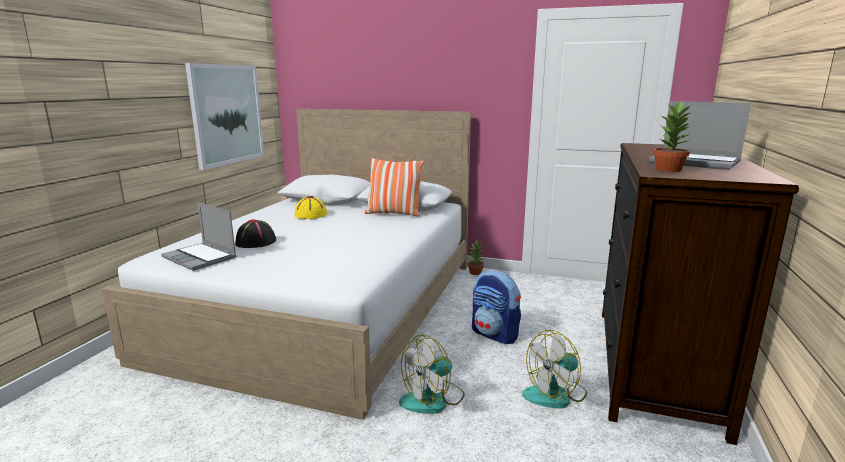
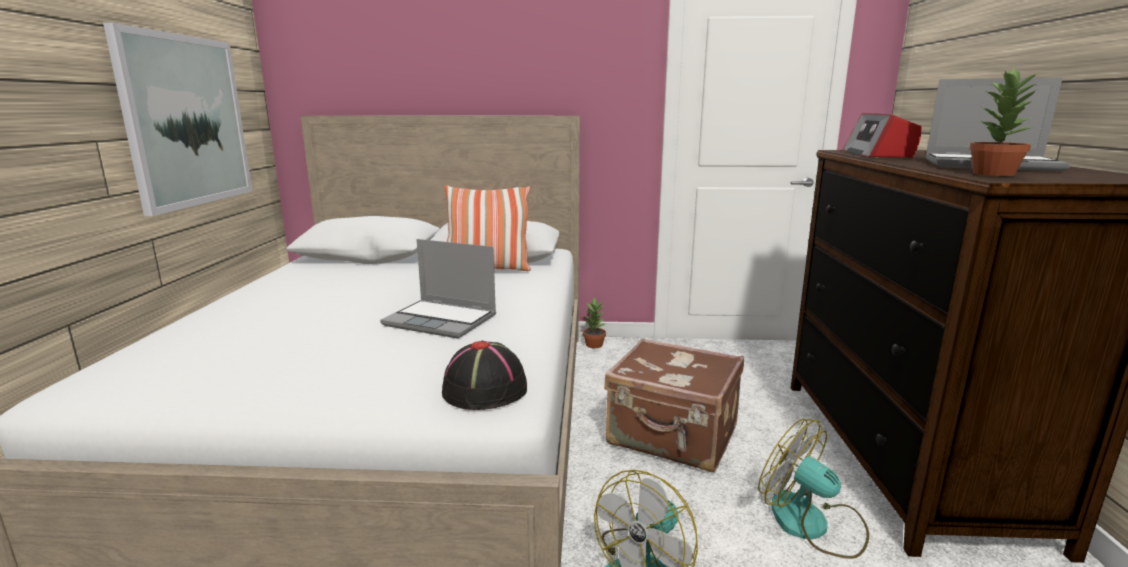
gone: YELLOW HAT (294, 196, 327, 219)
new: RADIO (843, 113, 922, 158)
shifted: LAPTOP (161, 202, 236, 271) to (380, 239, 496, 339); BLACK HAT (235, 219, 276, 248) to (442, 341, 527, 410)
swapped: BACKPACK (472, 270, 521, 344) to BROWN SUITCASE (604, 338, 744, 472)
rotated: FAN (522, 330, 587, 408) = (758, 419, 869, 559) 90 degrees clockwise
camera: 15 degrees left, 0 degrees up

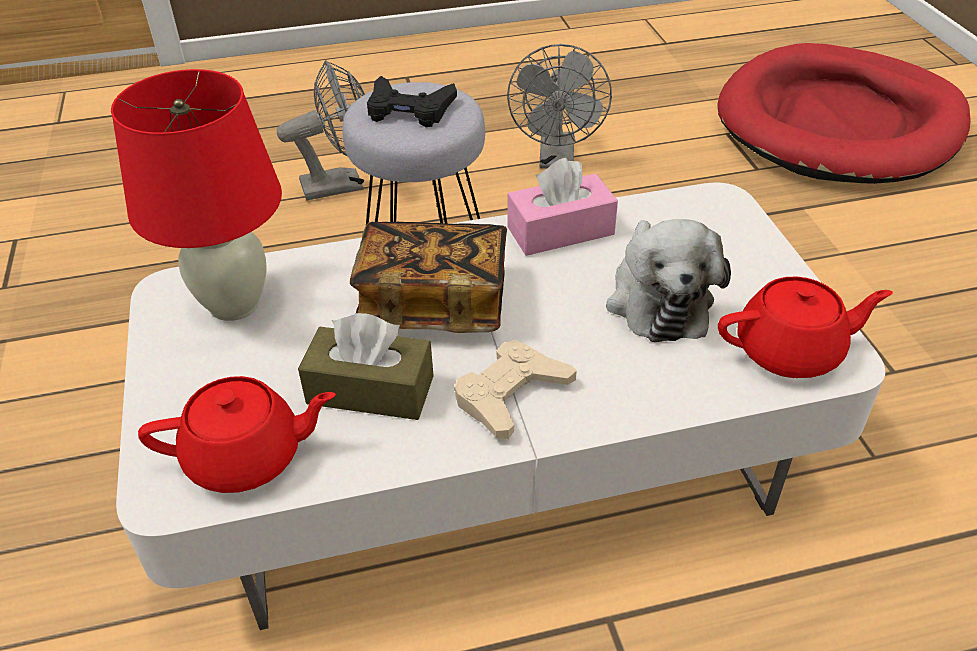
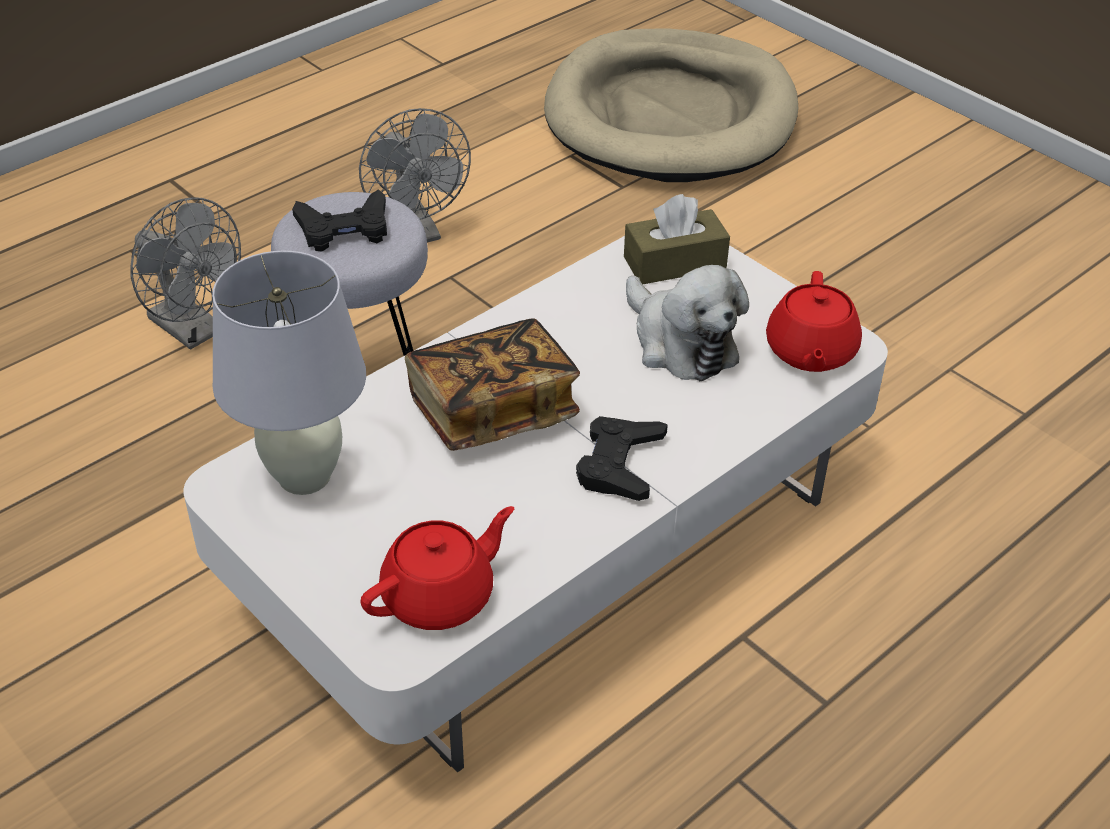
gone: PINK TISSUE BOX (507, 158, 618, 256)
shifted: BROWN TISSUE BOX (298, 313, 434, 420) to (624, 194, 730, 284)
repainted: RED TABLE LAMP (111, 69, 282, 321) to WHITE TABLE LAMP (212, 251, 366, 495); BEIGE GAME CONTROLLER (454, 340, 577, 439) to BLACK GAME CONTROLLER (576, 416, 668, 501); RED DOG BED (717, 43, 971, 184) to BEIGE DOG BED (544, 28, 798, 182)
rotated: GREY FAN (277, 60, 365, 200) = (131, 197, 241, 350) 90 degrees clockwise; RED TEAPOT (718, 277, 893, 378) = (766, 271, 862, 372) 135 degrees clockwise
camera: 30 degrees left, 0 degrees up

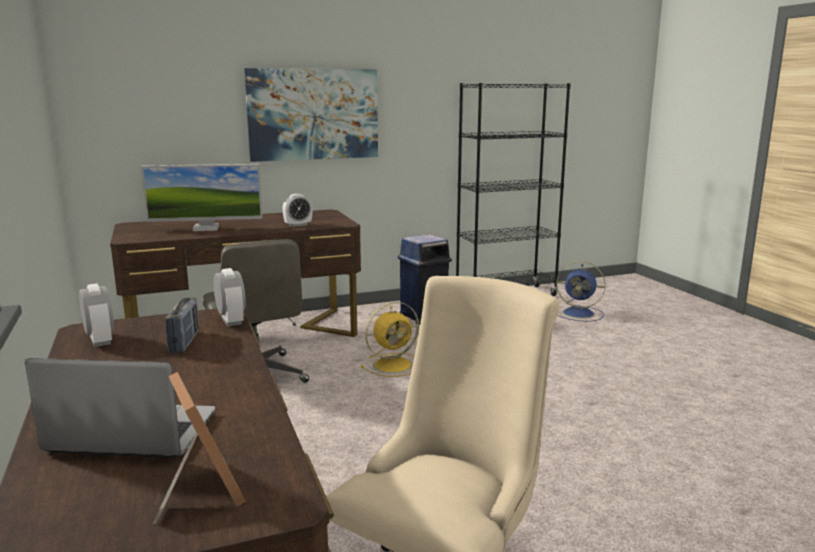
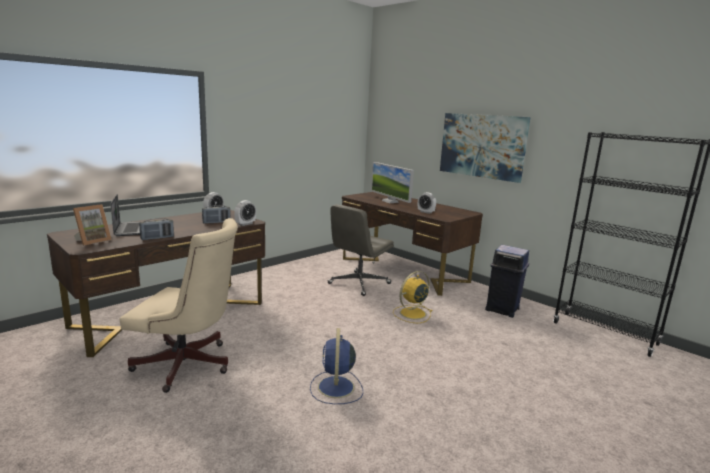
new: RADIO (139, 218, 174, 240)
shifted: BLUE FAN (556, 261, 606, 322) to (310, 328, 363, 404)
rotated: YELLOW FAN (361, 302, 419, 377) = (393, 271, 432, 323) 105 degrees clockwise
camera: 65 degrees right, 0 degrees up

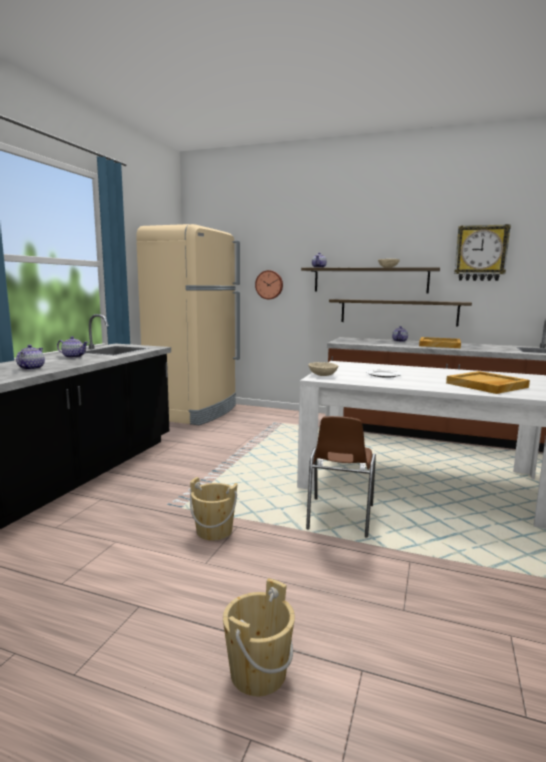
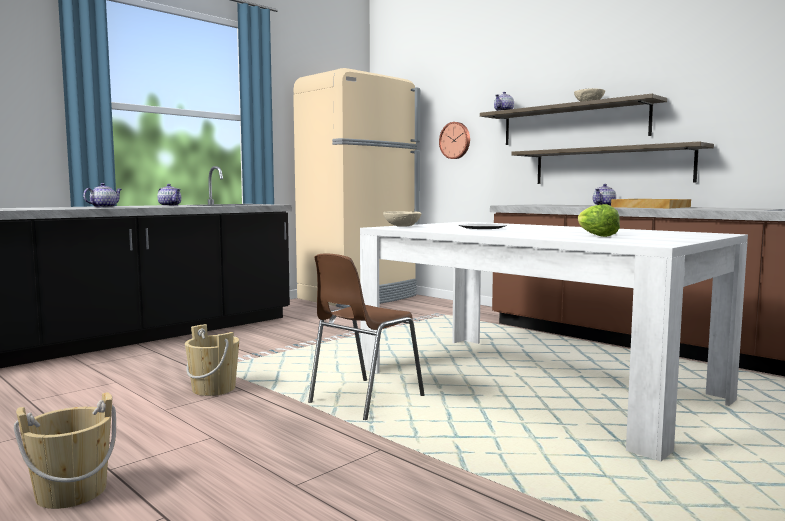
gone: WALL CLOCK (454, 224, 511, 281)
swapped: BEIGE TRAY (446, 371, 530, 394) to LETTUCE (578, 204, 620, 237)
camera: 25 degrees right, 5 degrees down

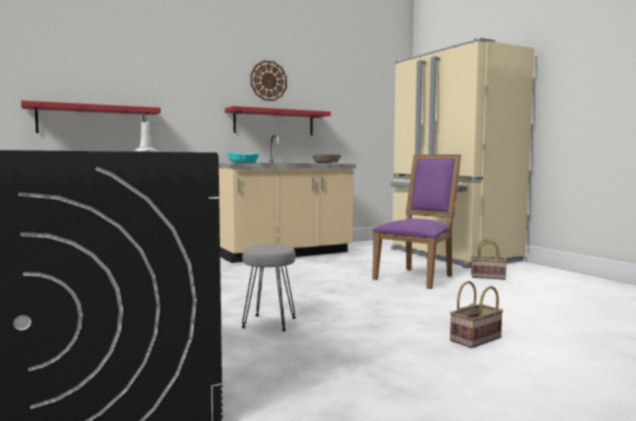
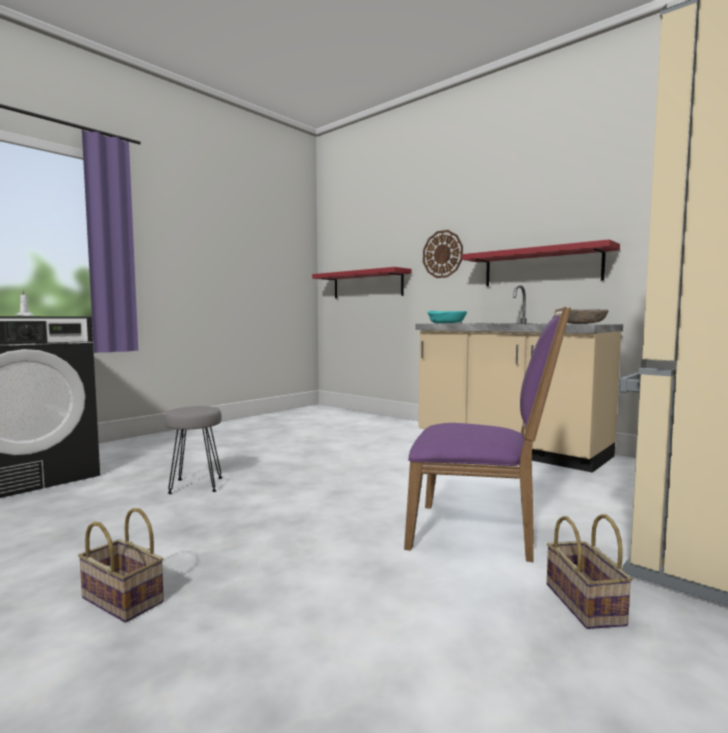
shifted: WALL CLOCK (250, 60, 287, 101) to (423, 230, 463, 278)
camera: 70 degrees right, 0 degrees up

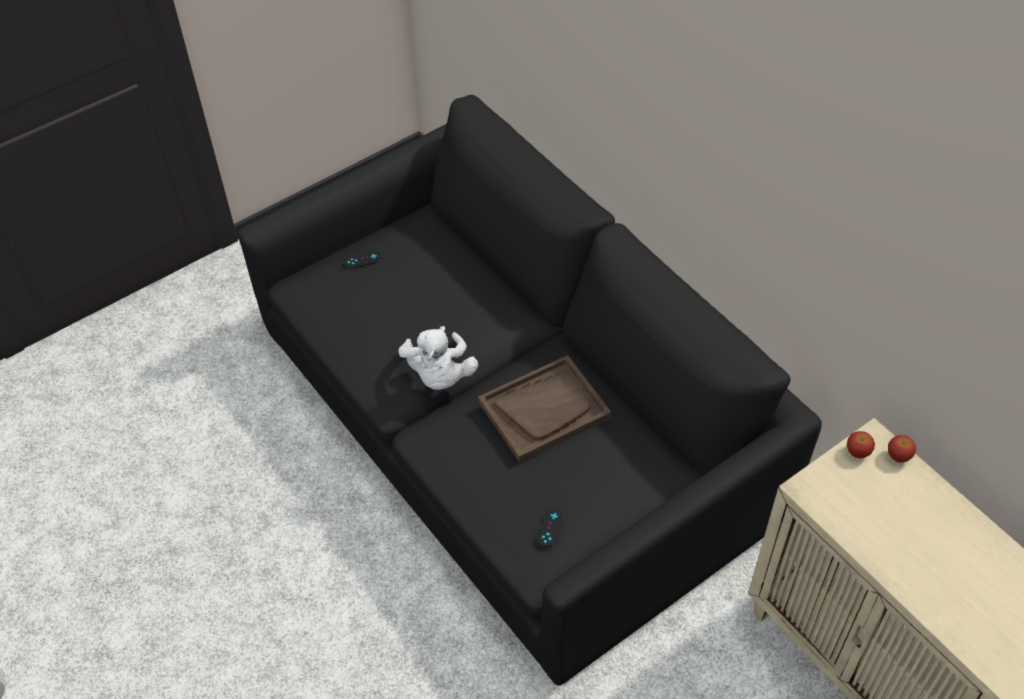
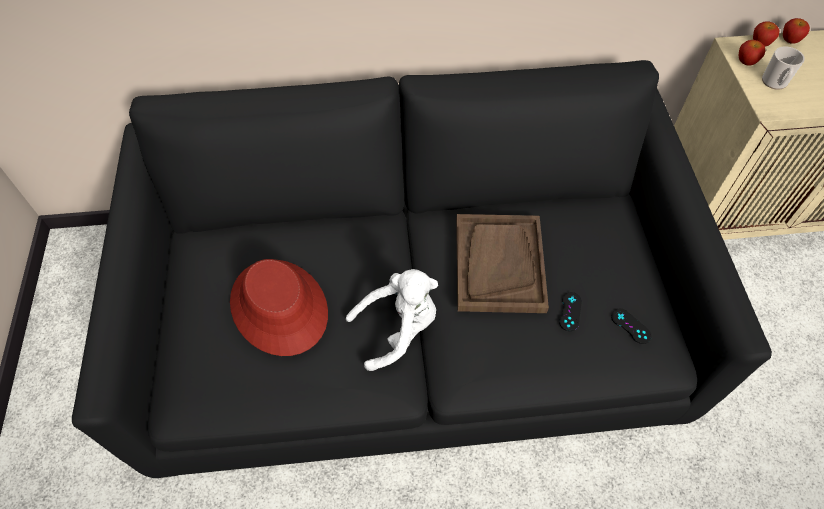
new: RED HAT (230, 259, 328, 356); MUG (762, 46, 805, 90); APPLE (783, 18, 810, 44)
shifted: BLACK GAME CONTROLLER (345, 251, 382, 268) to (559, 292, 582, 331)
rotated: WHITE PLUSH TOY (398, 326, 478, 390) = (346, 269, 438, 371) 45 degrees counterclockwise
camera: 60 degrees left, 5 degrees up

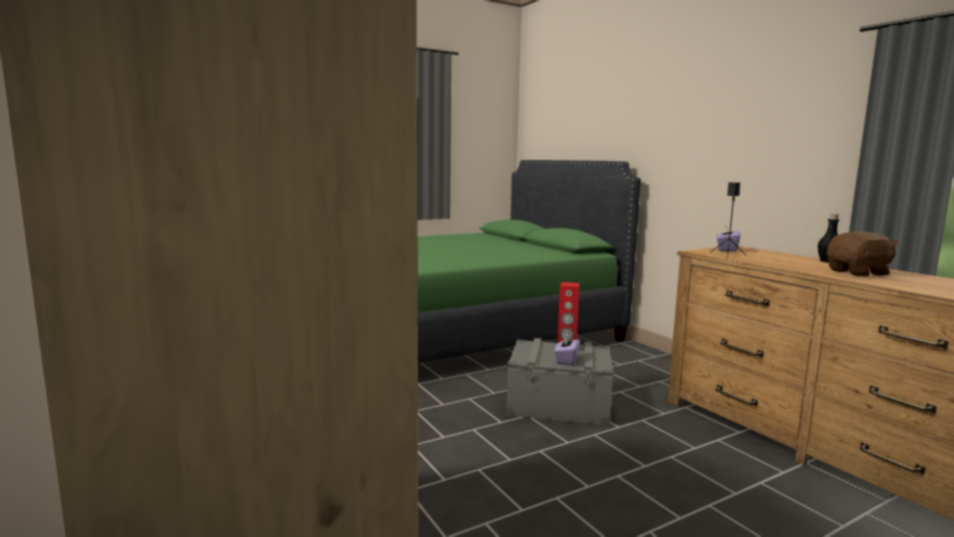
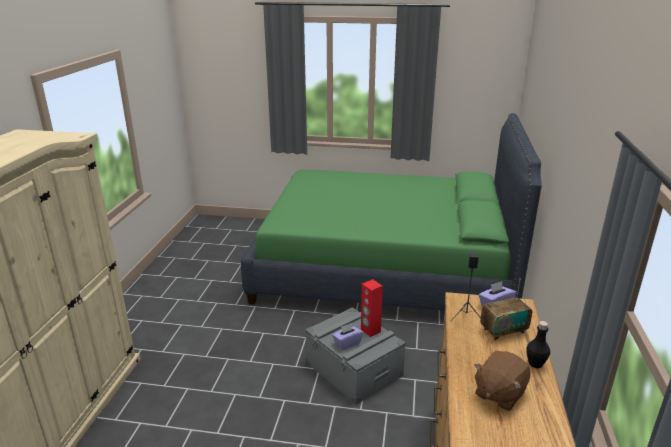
new: RADIO (480, 279, 532, 341)
rotated: BROWN PLUSH TOY (827, 231, 899, 277) = (474, 351, 530, 411) 105 degrees clockwise
camera: 40 degrees right, 15 degrees up

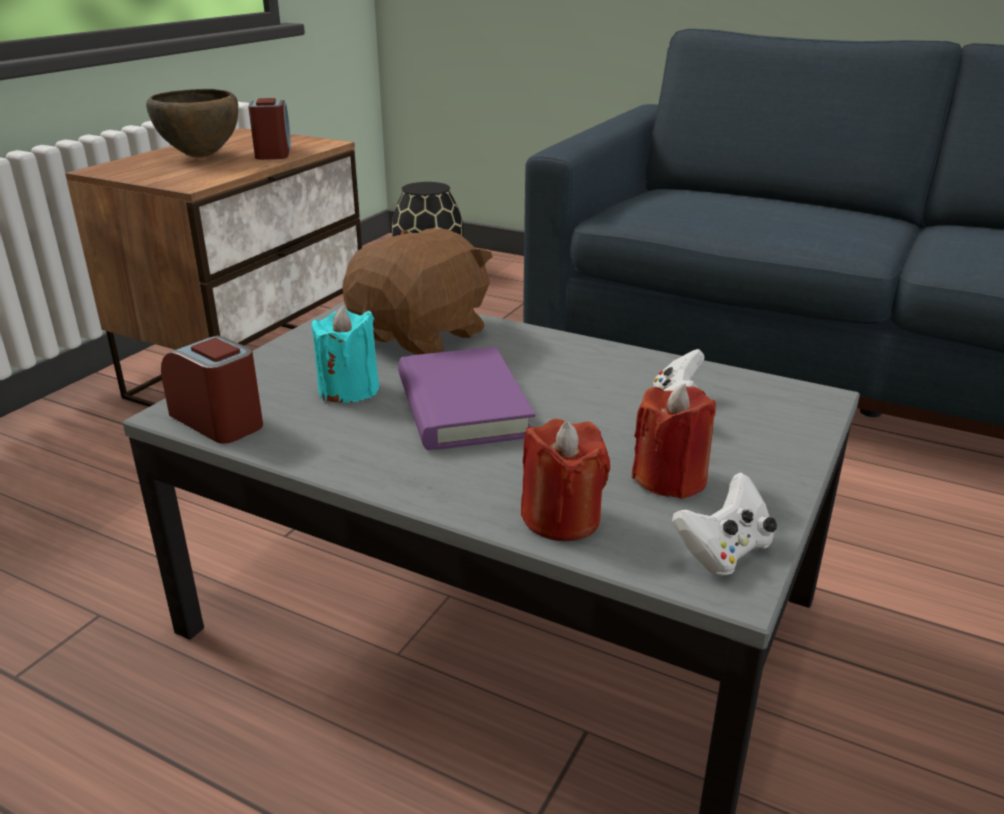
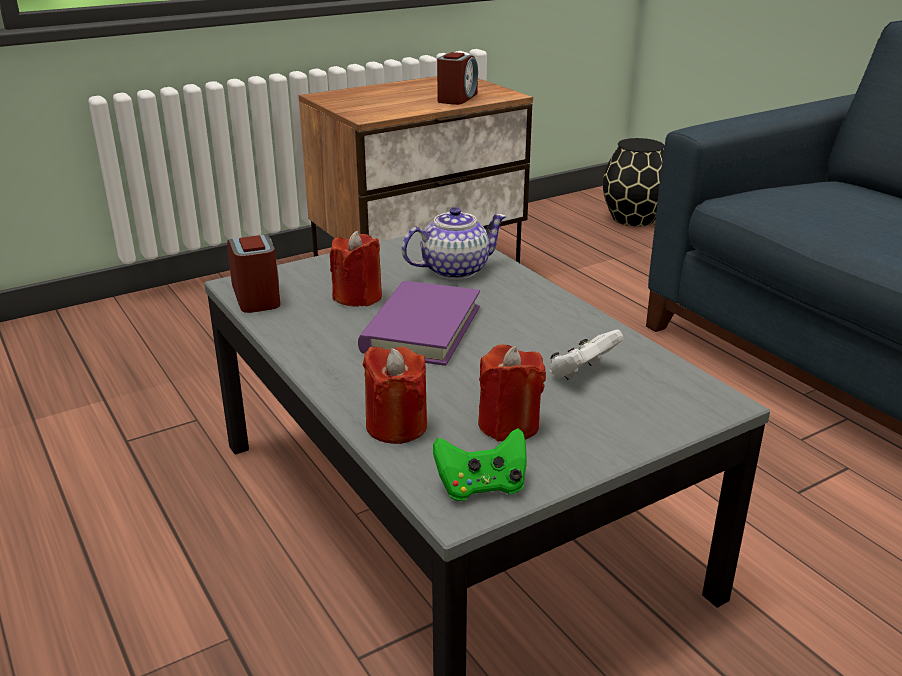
gone: BROWN BOWL (146, 89, 238, 158)
swapped: BROWN PLUSH TOY (342, 228, 493, 355) to TEAPOT (402, 207, 507, 280)
repainted: TURQUOISE CANDLE (312, 305, 379, 403) to RED CANDLE (330, 230, 382, 307); WHITE GAME CONTROLLER (672, 472, 777, 576) to GREEN GAME CONTROLLER (433, 428, 527, 501)
camera: 30 degrees right, 0 degrees up

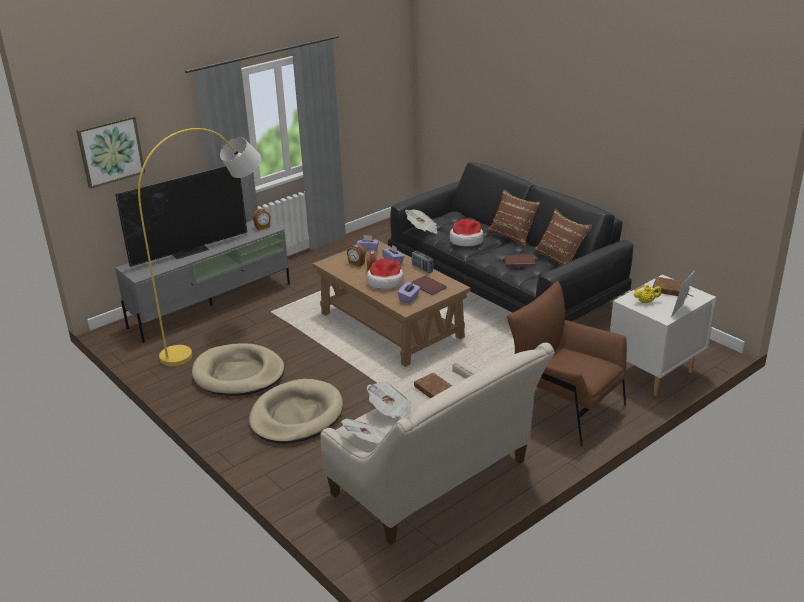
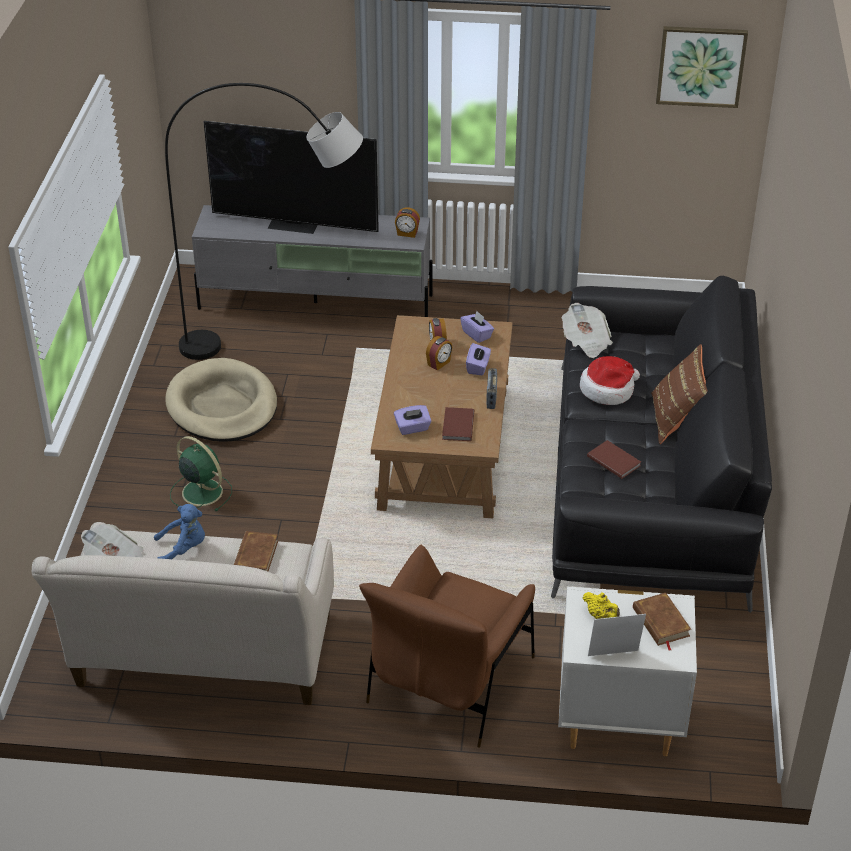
gone: HAT (367, 259, 404, 289); BROWN PILLOW (533, 208, 592, 266)
shifted: PICTURE (76, 116, 145, 189) to (656, 26, 748, 108)
swapped: BEIGE DOG BED (249, 379, 343, 444) to GREEN FAN (170, 436, 232, 512); NEWSPAPER (367, 382, 411, 419) to BLUE PLUSH TOY (154, 504, 205, 559)
repainted: YELLOW FLOOR LAMP (138, 128, 261, 366) to BLACK FLOOR LAMP (165, 83, 363, 360)
rotated: BROWN ARMCHAIR (507, 281, 627, 446) = (359, 545, 535, 748) 150 degrees counterclockwise
camera: 45 degrees right, 10 degrees up

